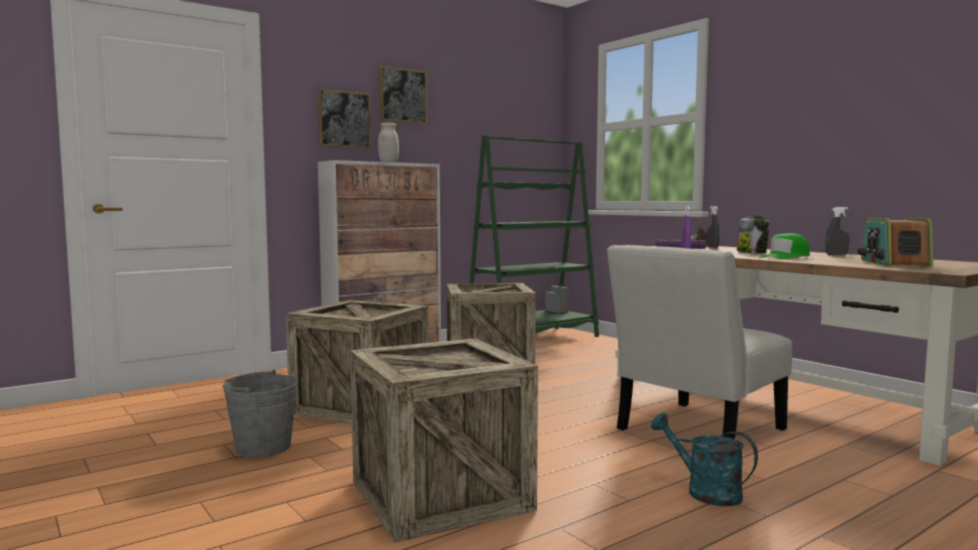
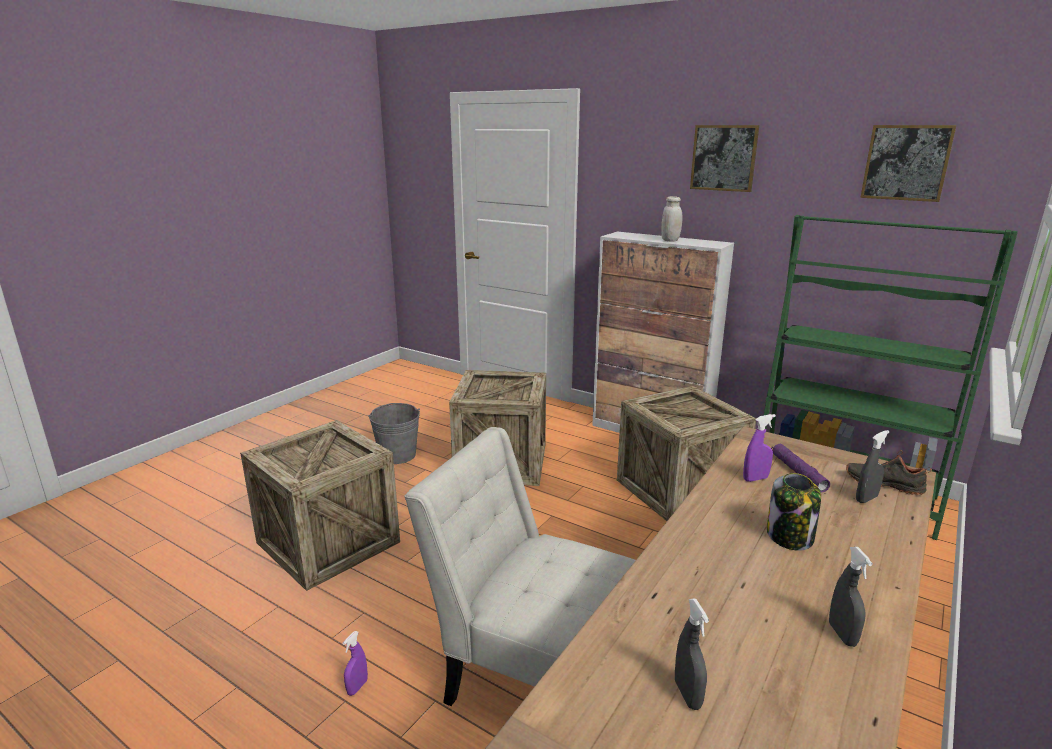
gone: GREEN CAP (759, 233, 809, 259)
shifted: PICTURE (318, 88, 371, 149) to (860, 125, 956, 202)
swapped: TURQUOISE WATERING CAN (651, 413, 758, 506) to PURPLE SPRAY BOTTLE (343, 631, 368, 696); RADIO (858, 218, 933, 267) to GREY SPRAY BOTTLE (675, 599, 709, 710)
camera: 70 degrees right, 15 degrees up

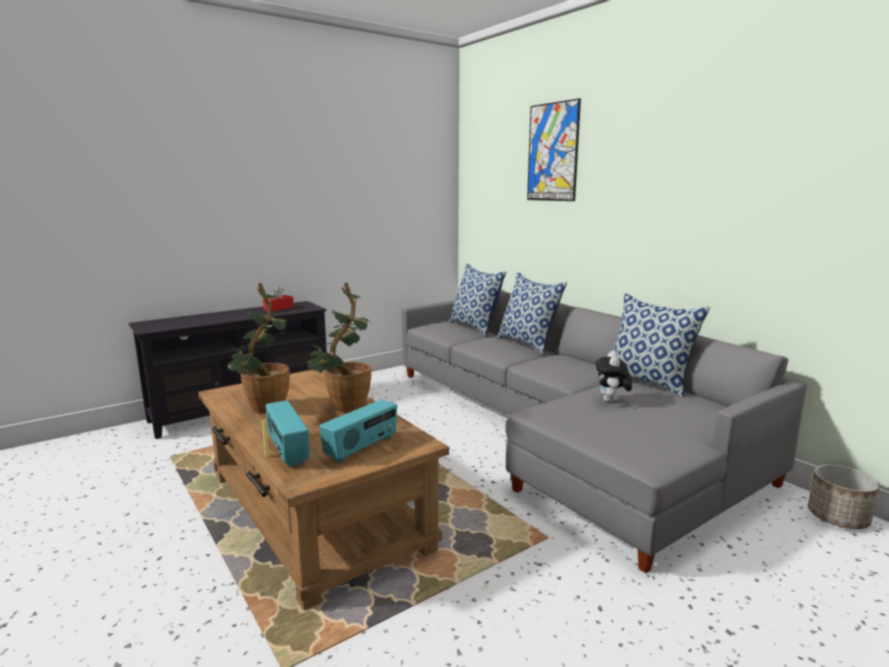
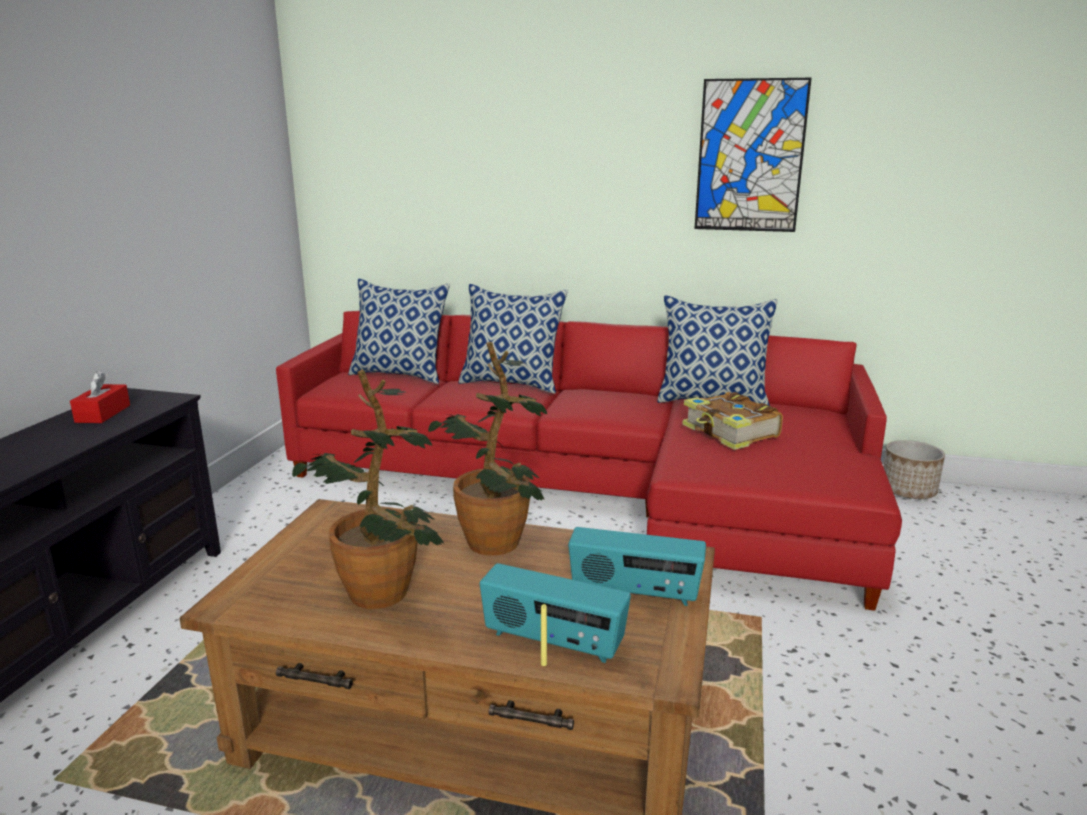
shifted: PICTURE (527, 98, 581, 201) to (695, 78, 812, 232)
swapped: PLUSH TOY (595, 351, 632, 402) to BOOK (682, 392, 783, 450)
repainted: GREY SOFA (402, 291, 807, 573) to RED SOFA (276, 311, 902, 611)
rotated: RADIO (319, 400, 397, 463) = (568, 527, 706, 606) 105 degrees clockwise
camera: 40 degrees left, 5 degrees up

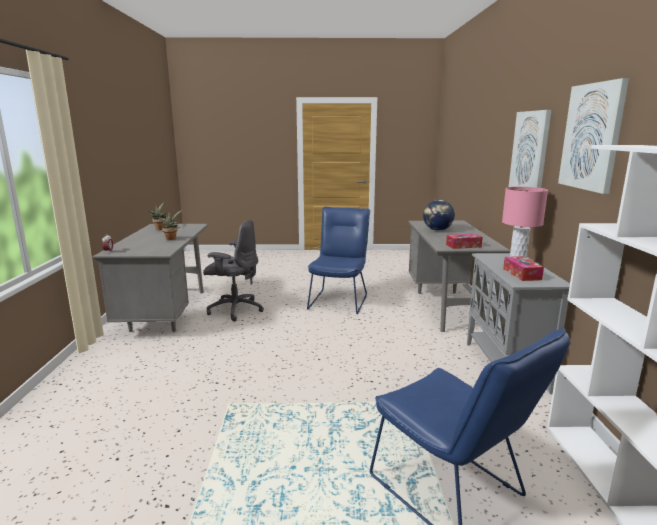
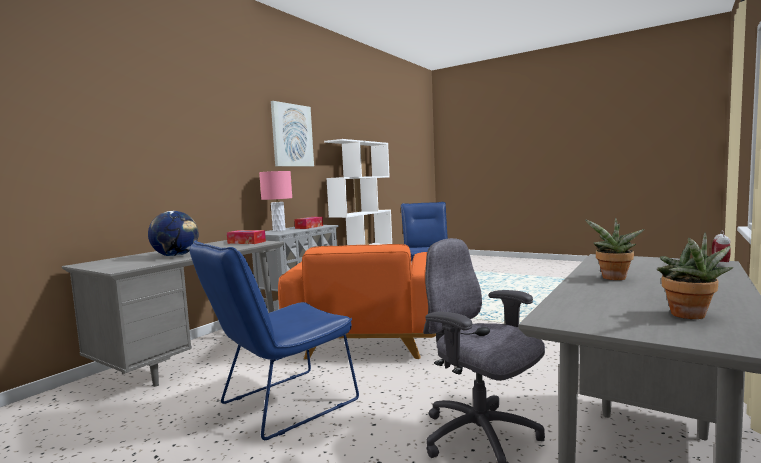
gone: PICTURE (509, 110, 551, 188)
new: ORANGE ARMCHAIR (278, 244, 436, 359)
camera: 145 degrees left, 10 degrees down

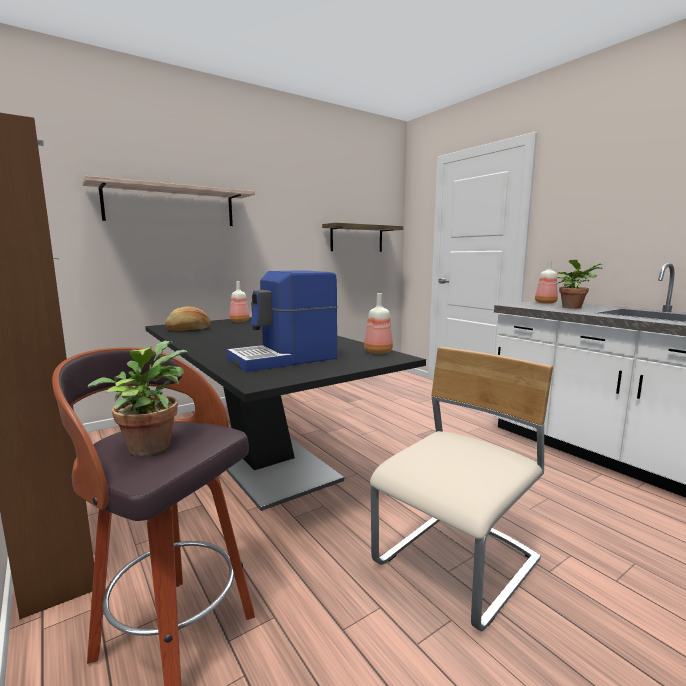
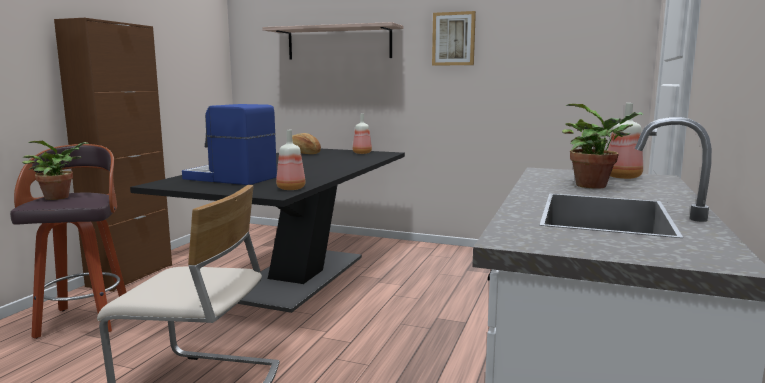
gone: SHELF (322, 223, 403, 252)
new: PICTURE (432, 11, 476, 66)
camera: 55 degrees right, 0 degrees up

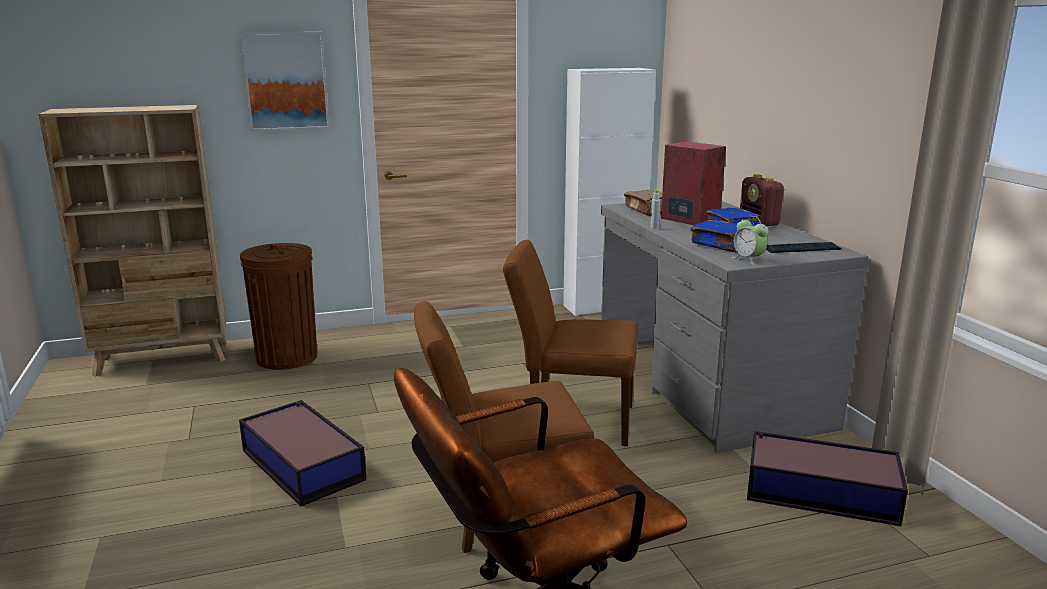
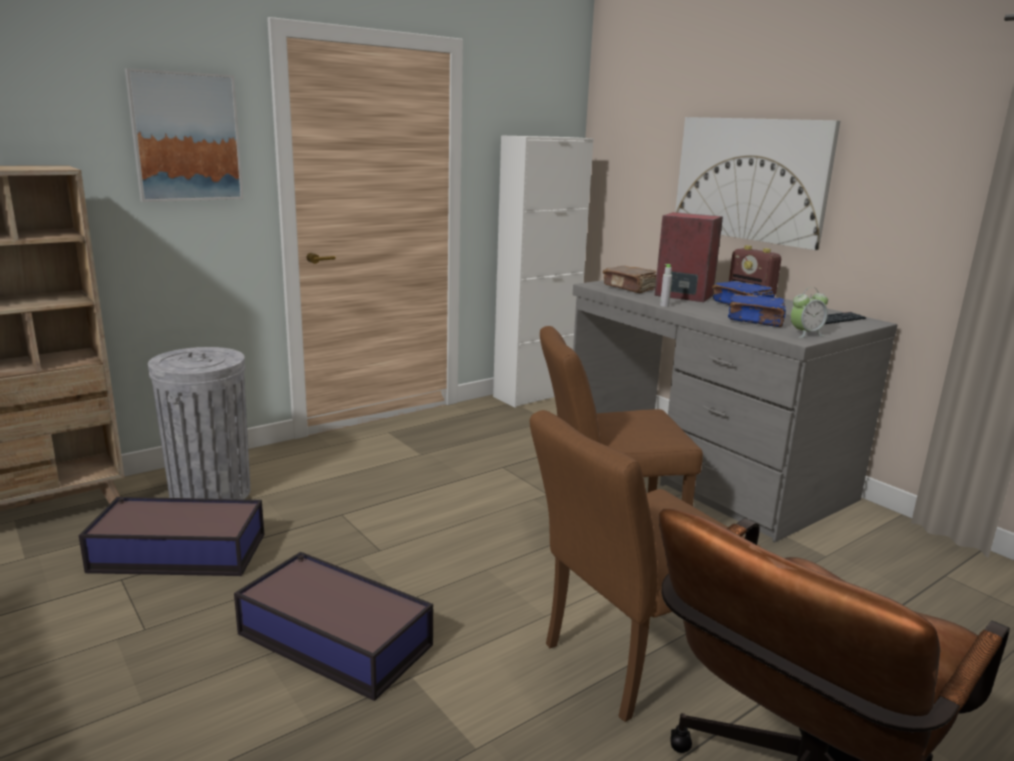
new: PICTURE (675, 117, 840, 250)
shifted: STORAGE BOX (747, 431, 908, 526) to (79, 497, 264, 576)
repainted: BROWN TRASH CAN (240, 243, 317, 370) to GREY TRASH CAN (148, 347, 250, 499)
rotated: ALARM CLOCK (732, 216, 769, 265) = (791, 287, 828, 338) 60 degrees counterclockwise
camera: 20 degrees left, 0 degrees up

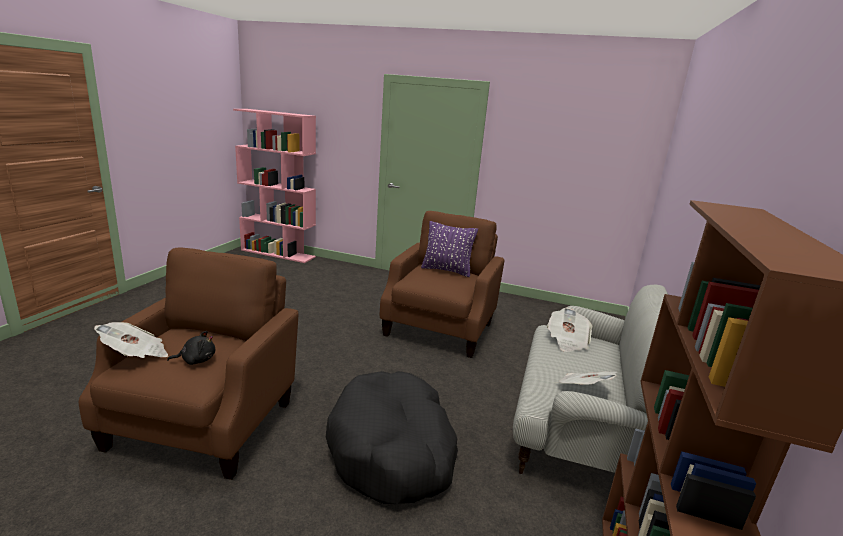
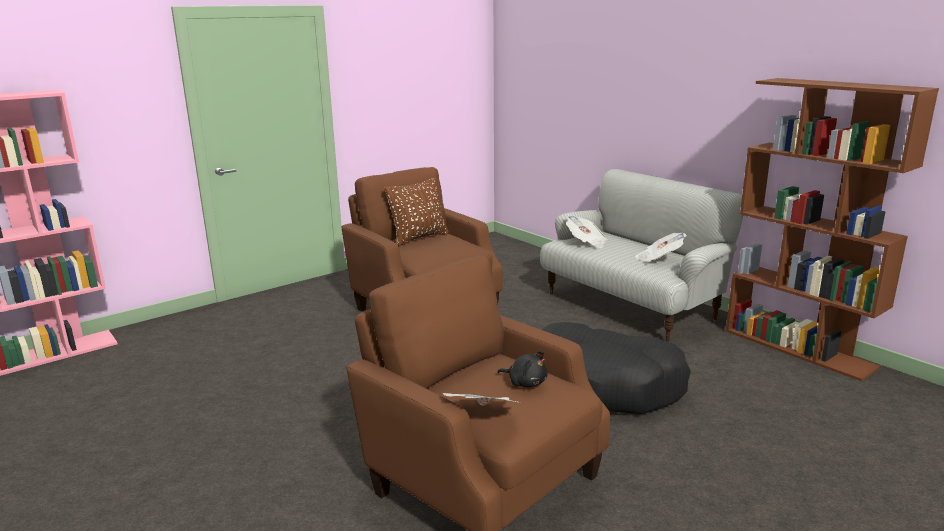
repainted: PURPLE PILLOW (421, 221, 478, 277) to BROWN PILLOW (384, 178, 449, 246)
rotated: BLACK PLUSH TOY (167, 331, 215, 365) = (497, 351, 547, 387) 105 degrees clockwise
camera: 55 degrees left, 0 degrees up

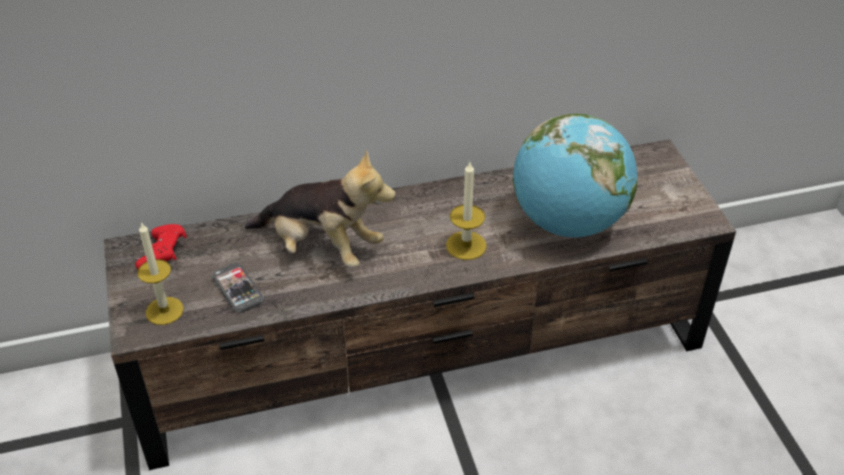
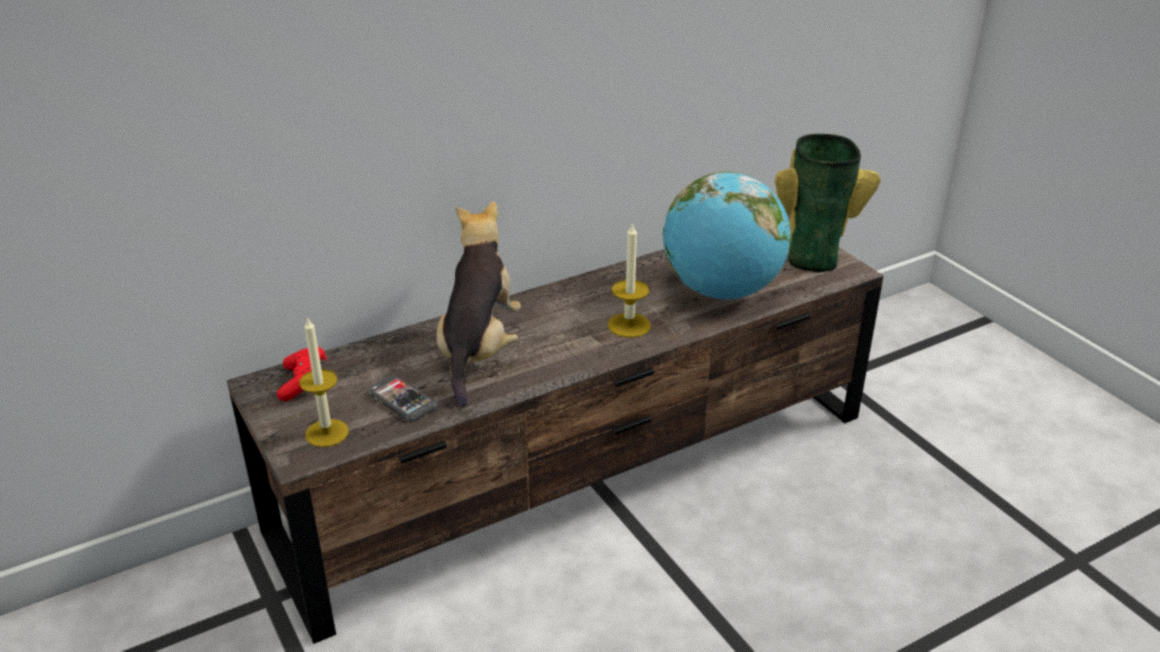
new: VASE (775, 134, 881, 272)
rotated: PLUSH TOY (245, 149, 396, 268) = (437, 201, 521, 407) 90 degrees counterclockwise
camera: 15 degrees left, 10 degrees down

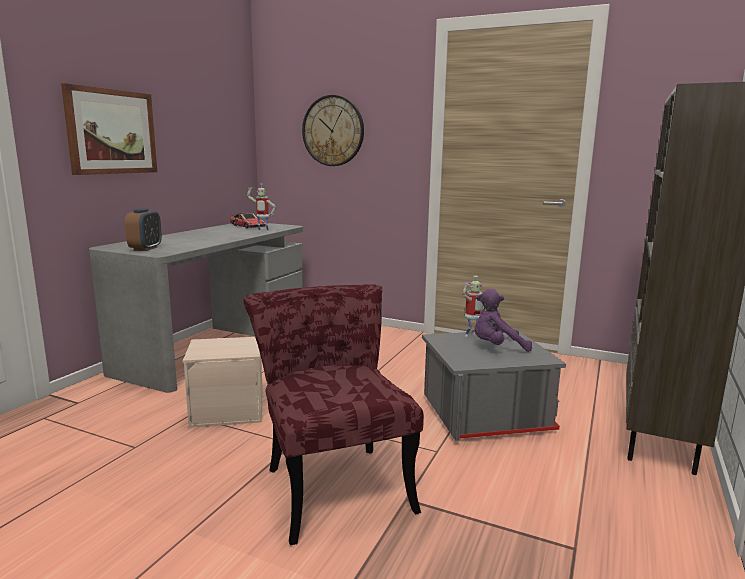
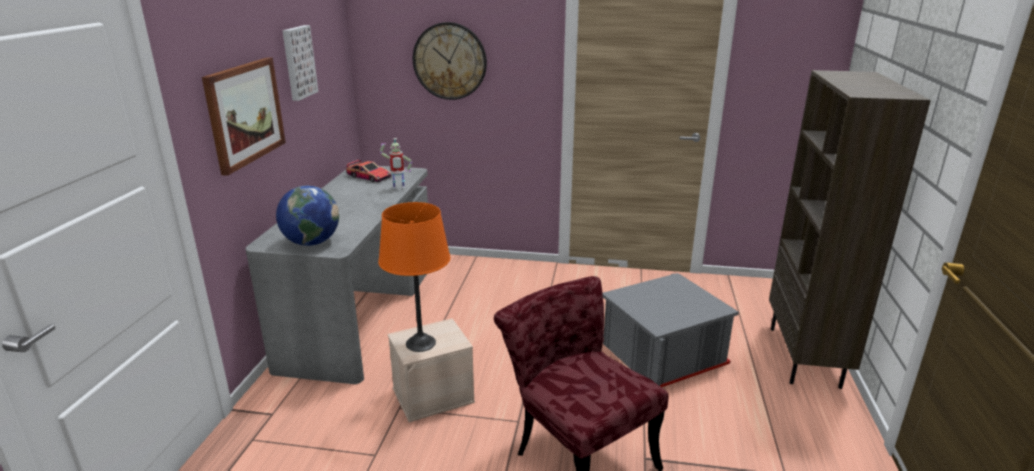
gone: TOY ROBOT (462, 276, 484, 337); PURPLE PLUSH TOY (474, 289, 532, 352)
new: PICTURE (282, 25, 318, 101); ORANGE TABLE LAMP (378, 202, 451, 352)
swapped: ALARM CLOCK (125, 208, 162, 251) to GLOBE (276, 186, 339, 246)
camera: 15 degrees left, 10 degrees up

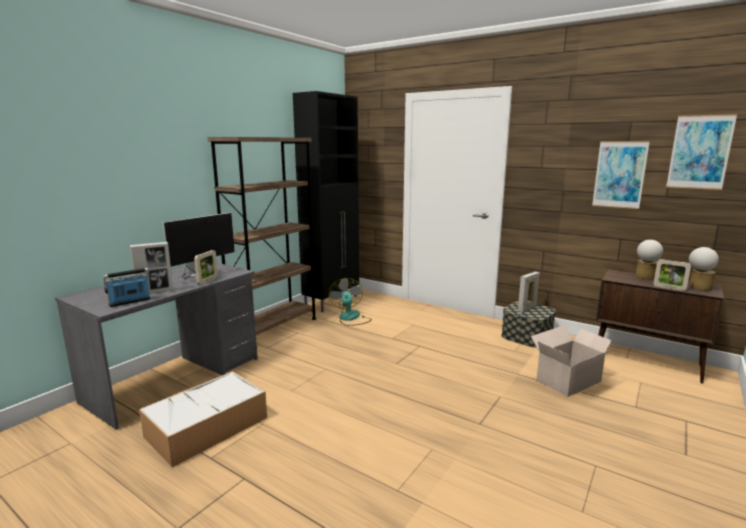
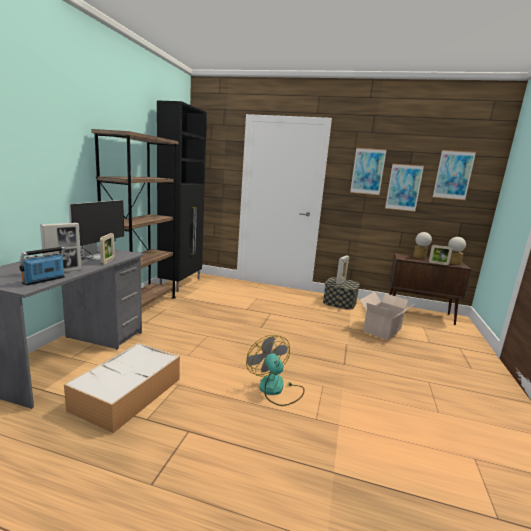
new: PICTURE (350, 148, 387, 195)
shifted: FAN (328, 278, 372, 326) to (246, 335, 305, 406)
camera: 20 degrees left, 0 degrees up

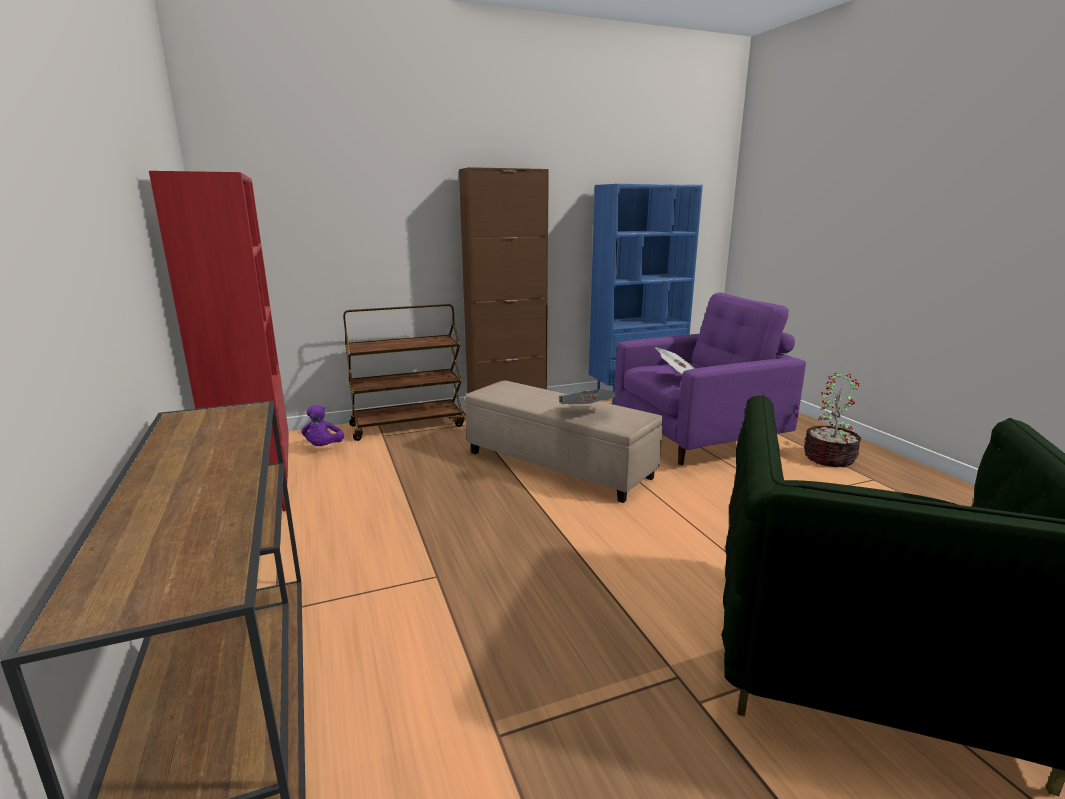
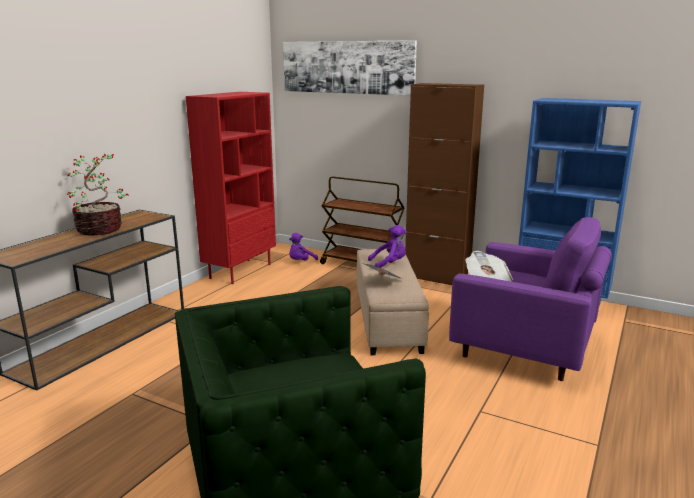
new: PICTURE (283, 40, 417, 96); PURPLE PLUSH TOY (368, 225, 407, 268)
shifted: POTTED PLANT (804, 373, 861, 467) to (67, 154, 129, 236)
camera: 50 degrees right, 0 degrees up

